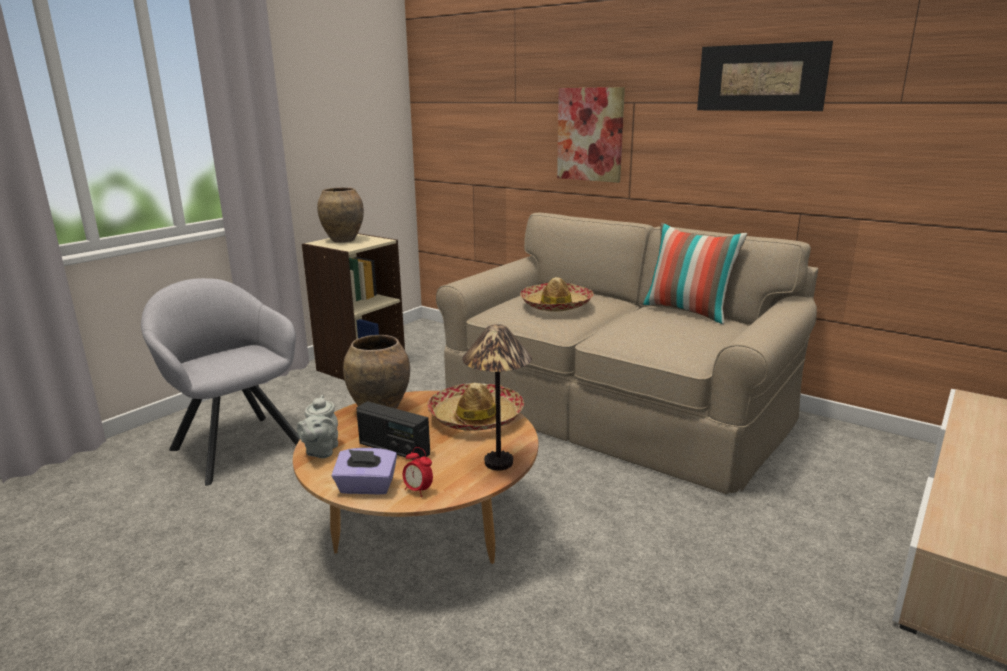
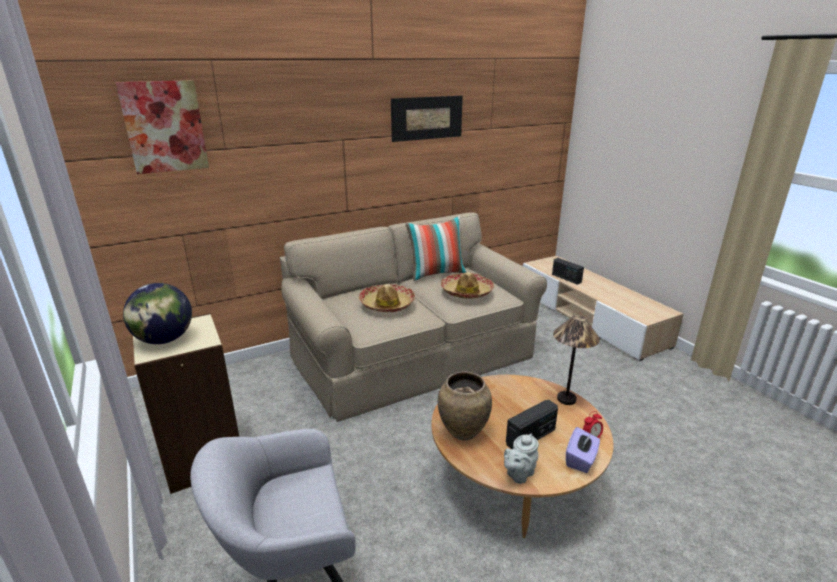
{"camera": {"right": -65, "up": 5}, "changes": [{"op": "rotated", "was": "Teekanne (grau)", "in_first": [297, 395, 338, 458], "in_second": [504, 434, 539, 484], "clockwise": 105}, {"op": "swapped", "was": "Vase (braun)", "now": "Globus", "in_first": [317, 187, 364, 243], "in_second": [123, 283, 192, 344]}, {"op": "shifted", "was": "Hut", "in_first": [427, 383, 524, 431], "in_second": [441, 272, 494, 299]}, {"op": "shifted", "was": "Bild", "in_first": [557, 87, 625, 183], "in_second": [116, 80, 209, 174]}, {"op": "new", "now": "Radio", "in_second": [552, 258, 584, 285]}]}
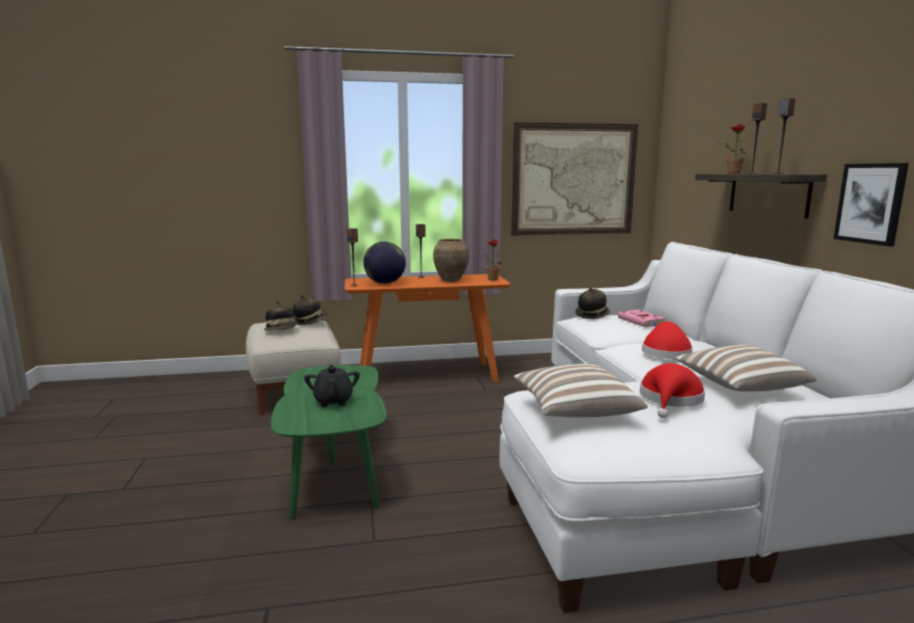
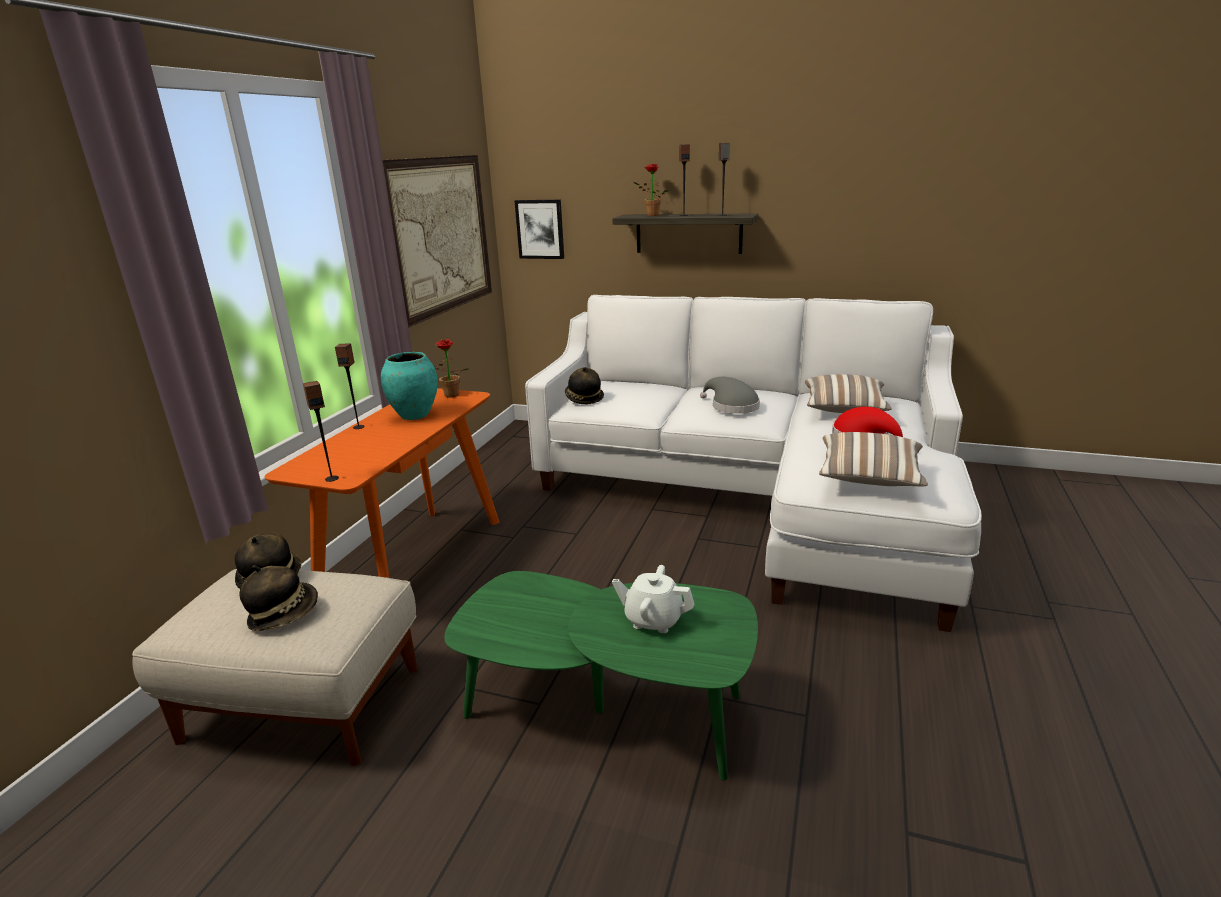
{"camera": {"right": -60, "up": 10}, "changes": [{"op": "repainted", "was": "Teekanne (schwarz)", "now": "Teekanne (weiß)", "in_first": [304, 365, 360, 407], "in_second": [612, 565, 694, 633]}, {"op": "gone", "was": "Globus", "in_first": [363, 241, 406, 284]}, {"op": "repainted", "was": "Vase (braun)", "now": "Vase (türkis)", "in_first": [433, 239, 469, 282], "in_second": [381, 352, 438, 420]}, {"op": "gone", "was": "Buch (rosa)", "in_first": [618, 310, 666, 327]}, {"op": "repainted", "was": "Hut (rot)", "now": "Hut (grau)", "in_first": [642, 321, 693, 359], "in_second": [700, 377, 760, 414]}, {"op": "shifted", "was": "Bild", "in_first": [833, 163, 909, 246], "in_second": [515, 200, 564, 259]}]}
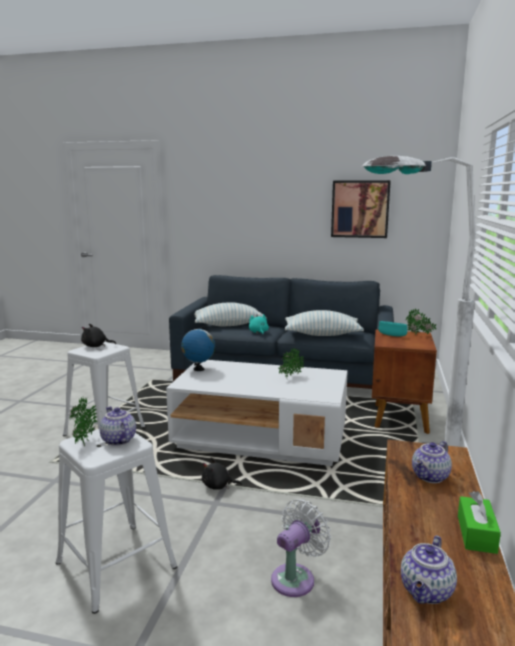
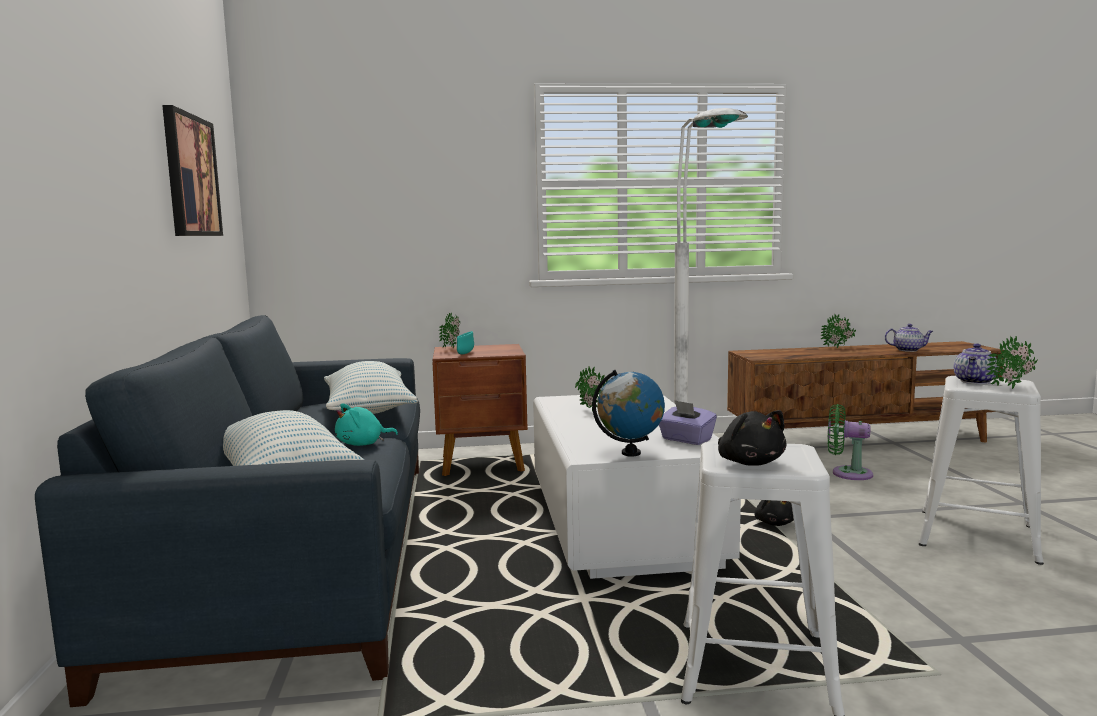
{"camera": {"right": -110, "up": -5}, "changes": [{"op": "repainted", "was": "Ventilator (weiß)", "now": "Ventilator (grün)", "in_first": [271, 499, 331, 597], "in_second": [828, 404, 873, 480]}, {"op": "gone", "was": "Teekanne", "in_first": [412, 441, 452, 483]}, {"op": "swapped", "was": "Taschentuchbox (grün)", "now": "Topfpflanze", "in_first": [458, 491, 501, 554], "in_second": [821, 314, 856, 348]}, {"op": "new", "now": "Taschentuchbox (lila)", "in_second": [659, 400, 717, 445]}]}
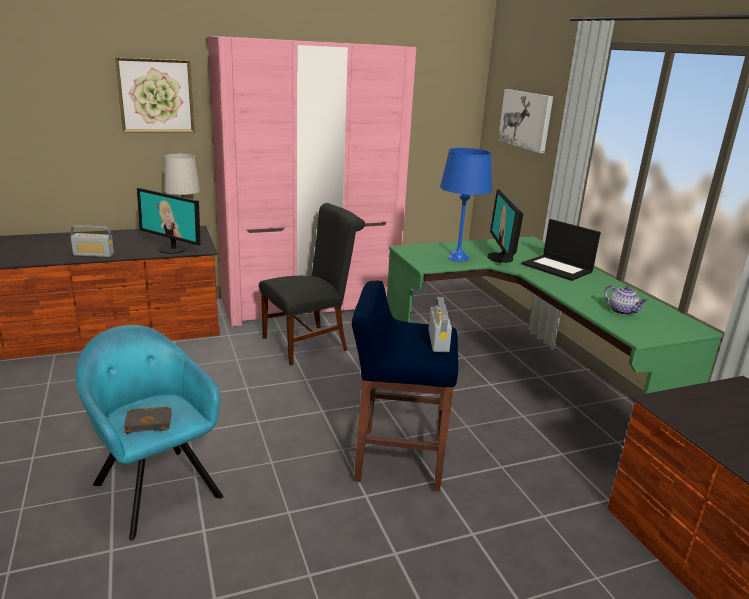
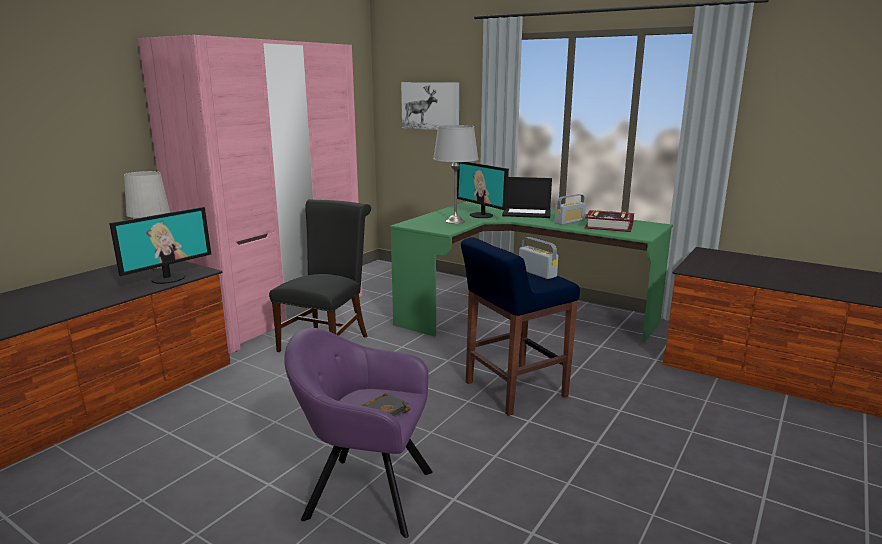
{"camera": {"right": -35, "up": -5}, "changes": [{"op": "shifted", "was": "Radio", "in_first": [71, 225, 114, 257], "in_second": [554, 194, 586, 225]}, {"op": "repainted", "was": "Sessel (türkis)", "now": "Sessel (lila)", "in_first": [76, 325, 223, 541], "in_second": [284, 328, 433, 538]}, {"op": "gone", "was": "Bild", "in_first": [115, 58, 194, 132]}, {"op": "rotated", "was": "Monitor", "in_first": [137, 188, 201, 254], "in_second": [109, 207, 211, 284], "clockwise": -45}, {"op": "repainted", "was": "Tischlampe (blau)", "now": "Tischlampe (grau)", "in_first": [440, 148, 492, 261], "in_second": [433, 125, 478, 224]}, {"op": "swapped", "was": "Teekanne", "now": "Buch", "in_first": [604, 285, 648, 315], "in_second": [584, 210, 634, 232]}]}
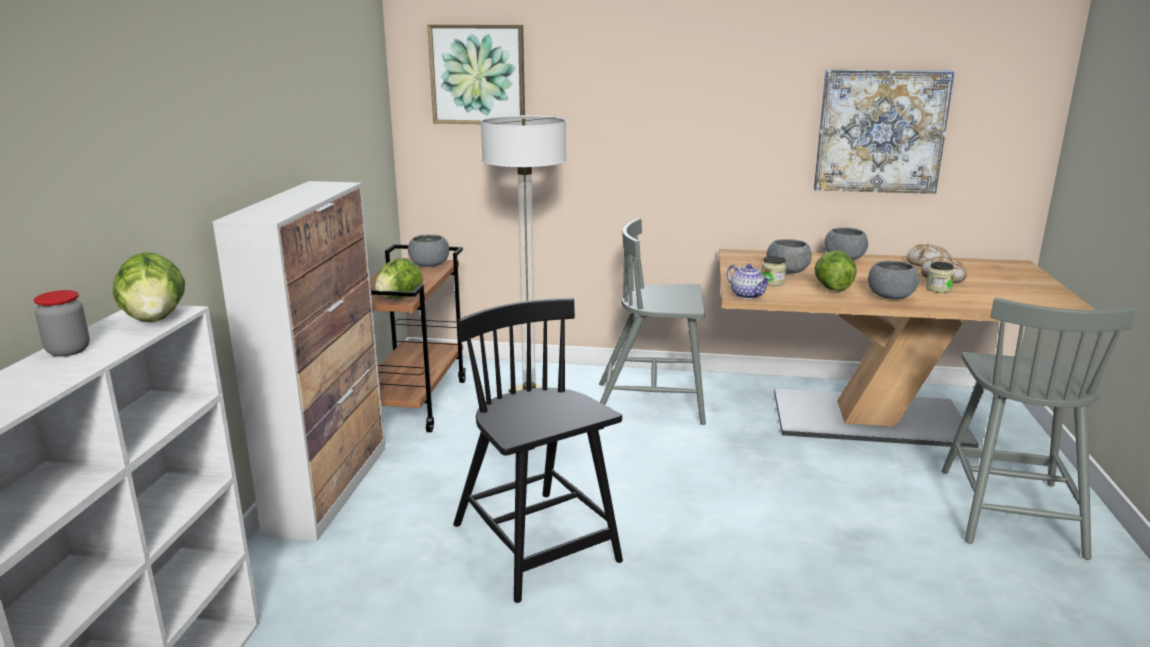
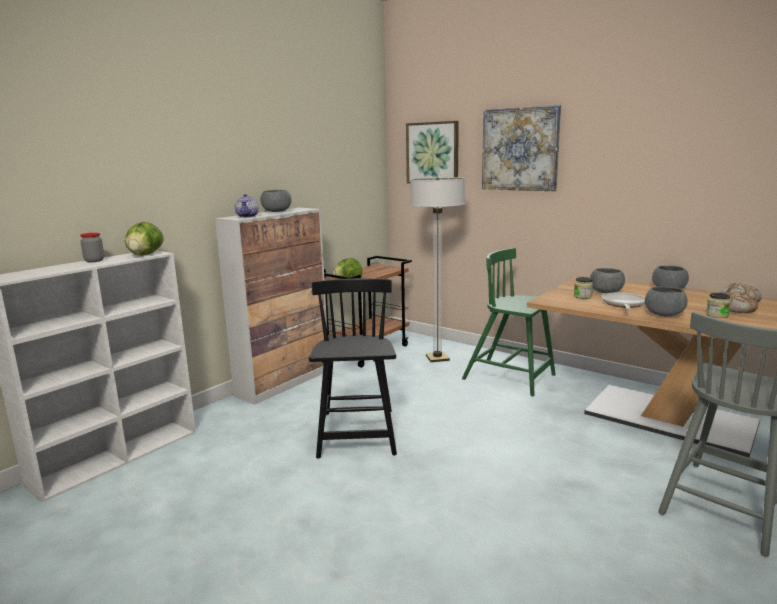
{"camera": {"right": 30, "up": -5}, "changes": [{"op": "shifted", "was": "Schüssel (grau)", "in_first": [408, 235, 449, 267], "in_second": [260, 190, 292, 212]}, {"op": "repainted", "was": "Stuhl (grau)", "now": "Stuhl (grün)", "in_first": [599, 219, 706, 425], "in_second": [462, 248, 556, 396]}, {"op": "shifted", "was": "Teekanne", "in_first": [727, 264, 771, 299], "in_second": [235, 194, 259, 218]}, {"op": "shifted", "was": "Bild", "in_first": [814, 69, 955, 194], "in_second": [482, 105, 561, 191]}, {"op": "swapped", "was": "Salatkopf", "now": "Pfanne", "in_first": [814, 250, 857, 292], "in_second": [602, 292, 645, 309]}]}
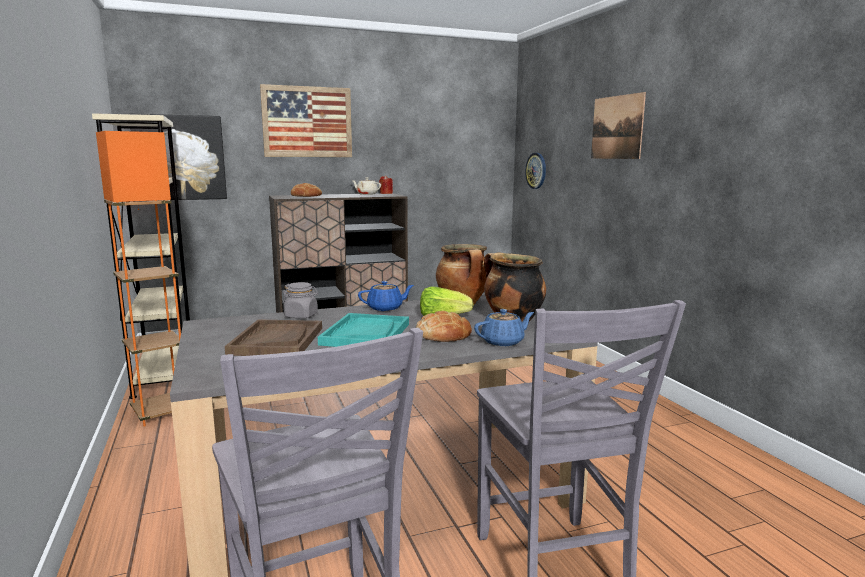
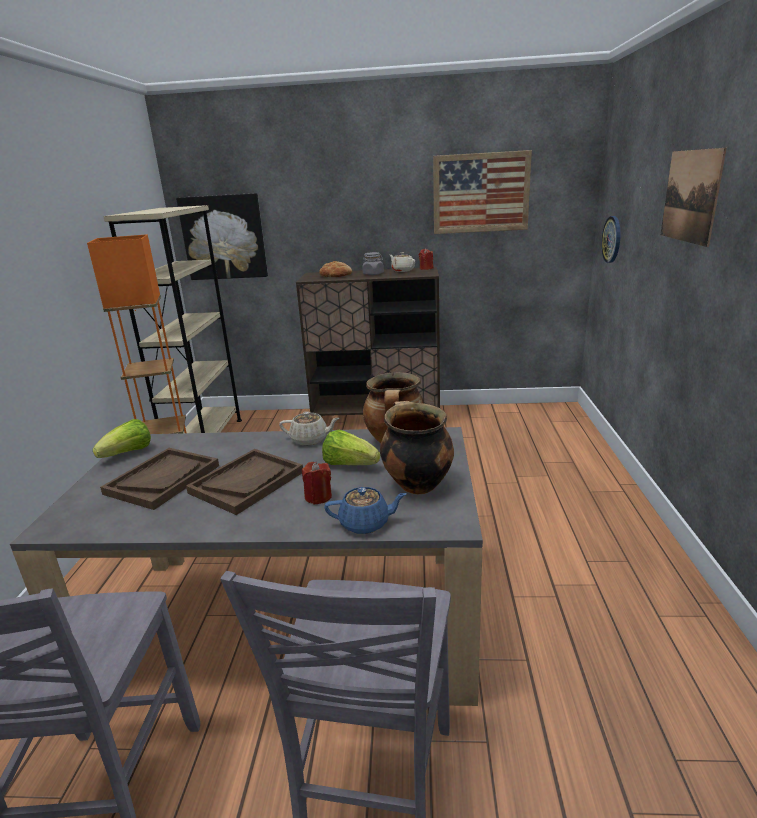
{"camera": {"right": 25, "up": 10}, "changes": [{"op": "shifted", "was": "Bild", "in_first": [260, 84, 352, 157], "in_second": [433, 150, 532, 234]}, {"op": "shifted", "was": "Vorratsglas (grau)", "in_first": [283, 282, 318, 318], "in_second": [362, 252, 384, 275]}, {"op": "repainted", "was": "Tablett (türkis)", "now": "Tablett (braun)", "in_first": [318, 313, 409, 347], "in_second": [186, 449, 303, 515]}, {"op": "repainted", "was": "Teekanne (blau)", "now": "Teekanne (beige)", "in_first": [358, 281, 414, 311], "in_second": [279, 411, 340, 446]}, {"op": "swapped", "was": "Brot", "now": "Kerze (rot)", "in_first": [416, 311, 472, 342], "in_second": [302, 462, 332, 504]}, {"op": "new", "now": "Salatkopf", "in_second": [92, 419, 151, 458]}]}
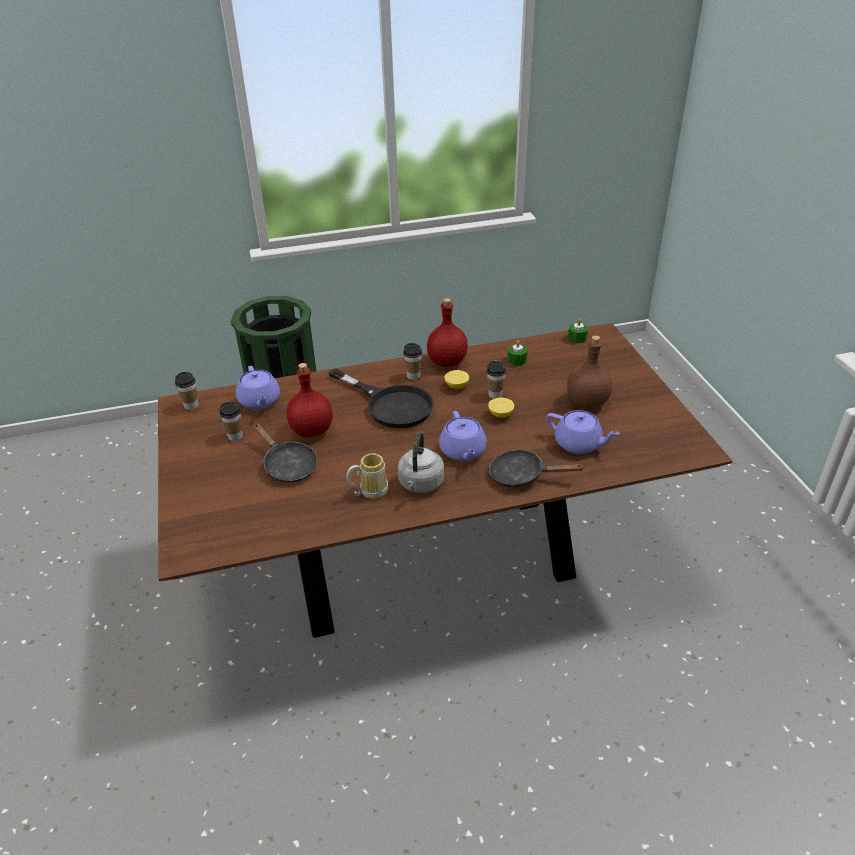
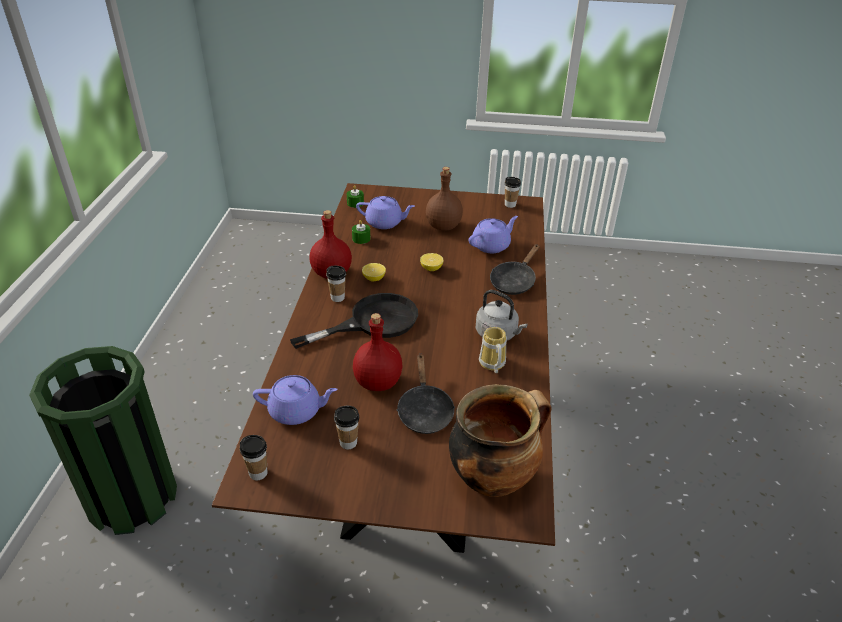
{"camera": {"right": -70, "up": 0}, "changes": [{"op": "rotated", "was": "Pfanne (schwarz)", "in_first": [253, 423, 317, 483], "in_second": [396, 353, 455, 434], "clockwise": 105}, {"op": "shifted", "was": "Teekanne (lila)", "in_first": [439, 411, 487, 461], "in_second": [356, 196, 415, 229]}, {"op": "shifted", "was": "Tasse", "in_first": [486, 361, 506, 399], "in_second": [504, 177, 521, 208]}, {"op": "new", "now": "Kochtopf", "in_second": [449, 384, 552, 497]}]}
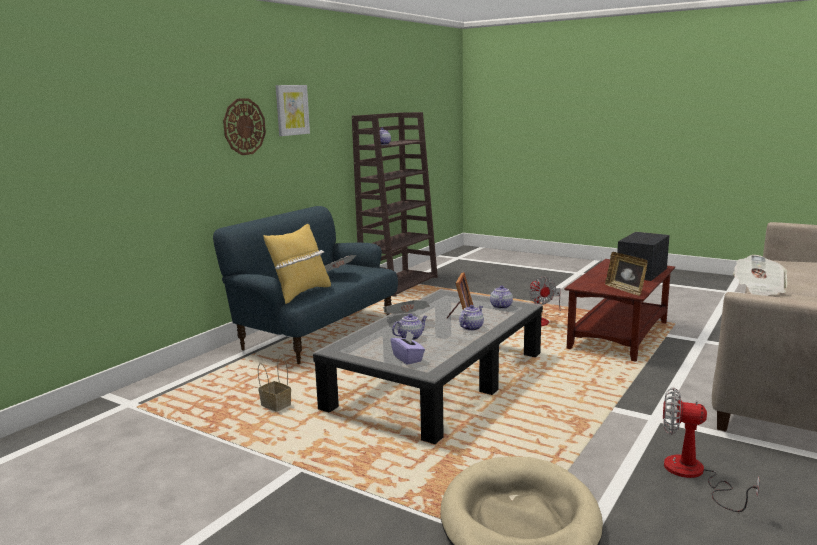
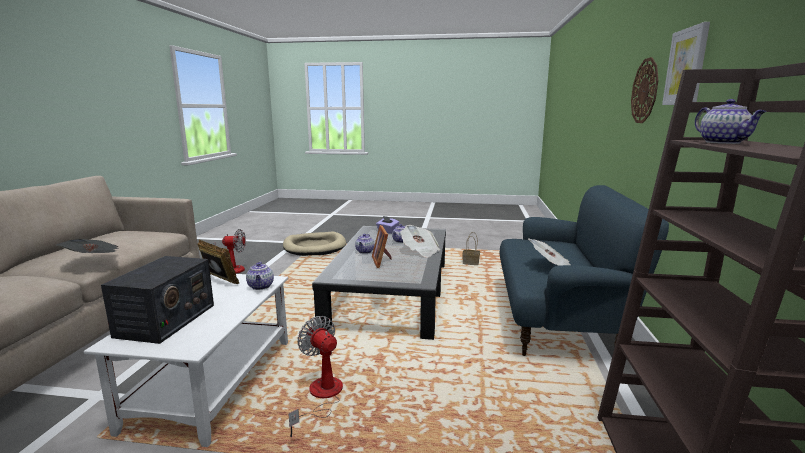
{"camera": {"right": 155, "up": 0}, "changes": [{"op": "gone", "was": "Kissen (gelb)", "in_first": [263, 224, 331, 304]}, {"op": "shifted", "was": "Teekanne", "in_first": [490, 285, 513, 309], "in_second": [246, 262, 274, 290]}, {"op": "repainted", "was": "Couchtisch (braun)", "now": "Couchtisch (weiß)", "in_first": [564, 259, 675, 362], "in_second": [84, 274, 288, 447]}]}
